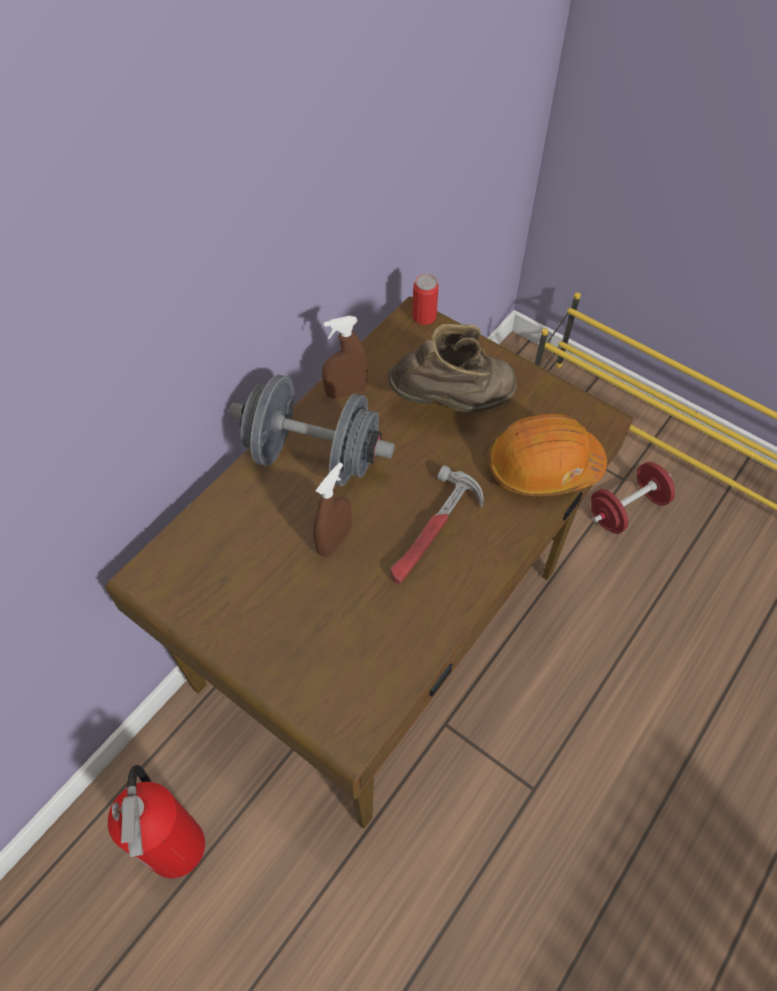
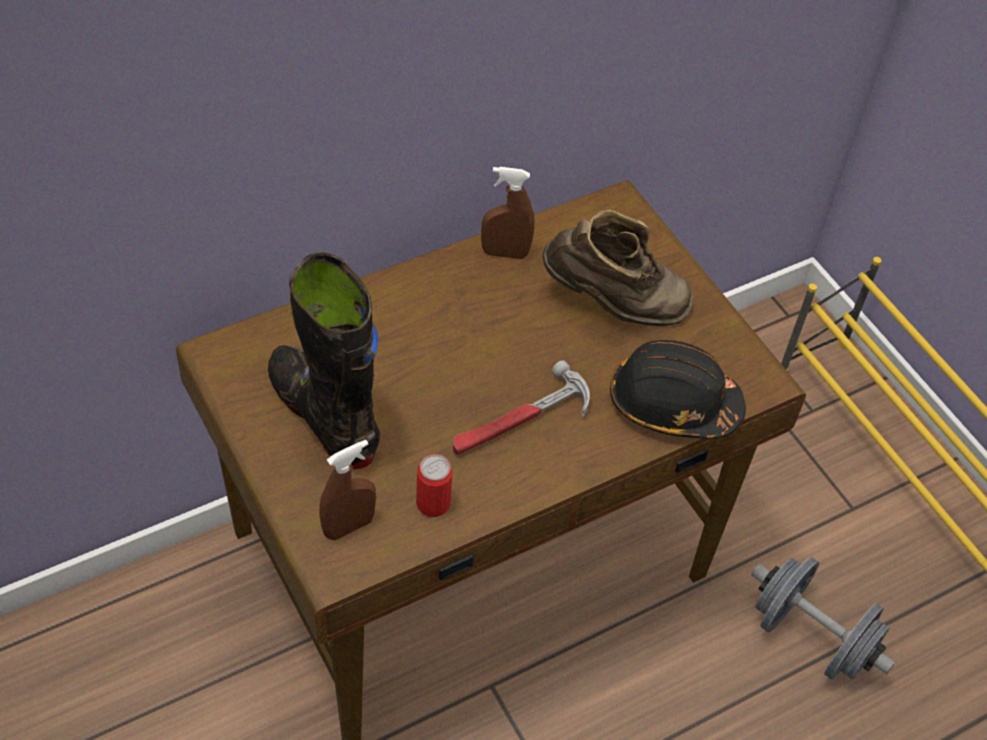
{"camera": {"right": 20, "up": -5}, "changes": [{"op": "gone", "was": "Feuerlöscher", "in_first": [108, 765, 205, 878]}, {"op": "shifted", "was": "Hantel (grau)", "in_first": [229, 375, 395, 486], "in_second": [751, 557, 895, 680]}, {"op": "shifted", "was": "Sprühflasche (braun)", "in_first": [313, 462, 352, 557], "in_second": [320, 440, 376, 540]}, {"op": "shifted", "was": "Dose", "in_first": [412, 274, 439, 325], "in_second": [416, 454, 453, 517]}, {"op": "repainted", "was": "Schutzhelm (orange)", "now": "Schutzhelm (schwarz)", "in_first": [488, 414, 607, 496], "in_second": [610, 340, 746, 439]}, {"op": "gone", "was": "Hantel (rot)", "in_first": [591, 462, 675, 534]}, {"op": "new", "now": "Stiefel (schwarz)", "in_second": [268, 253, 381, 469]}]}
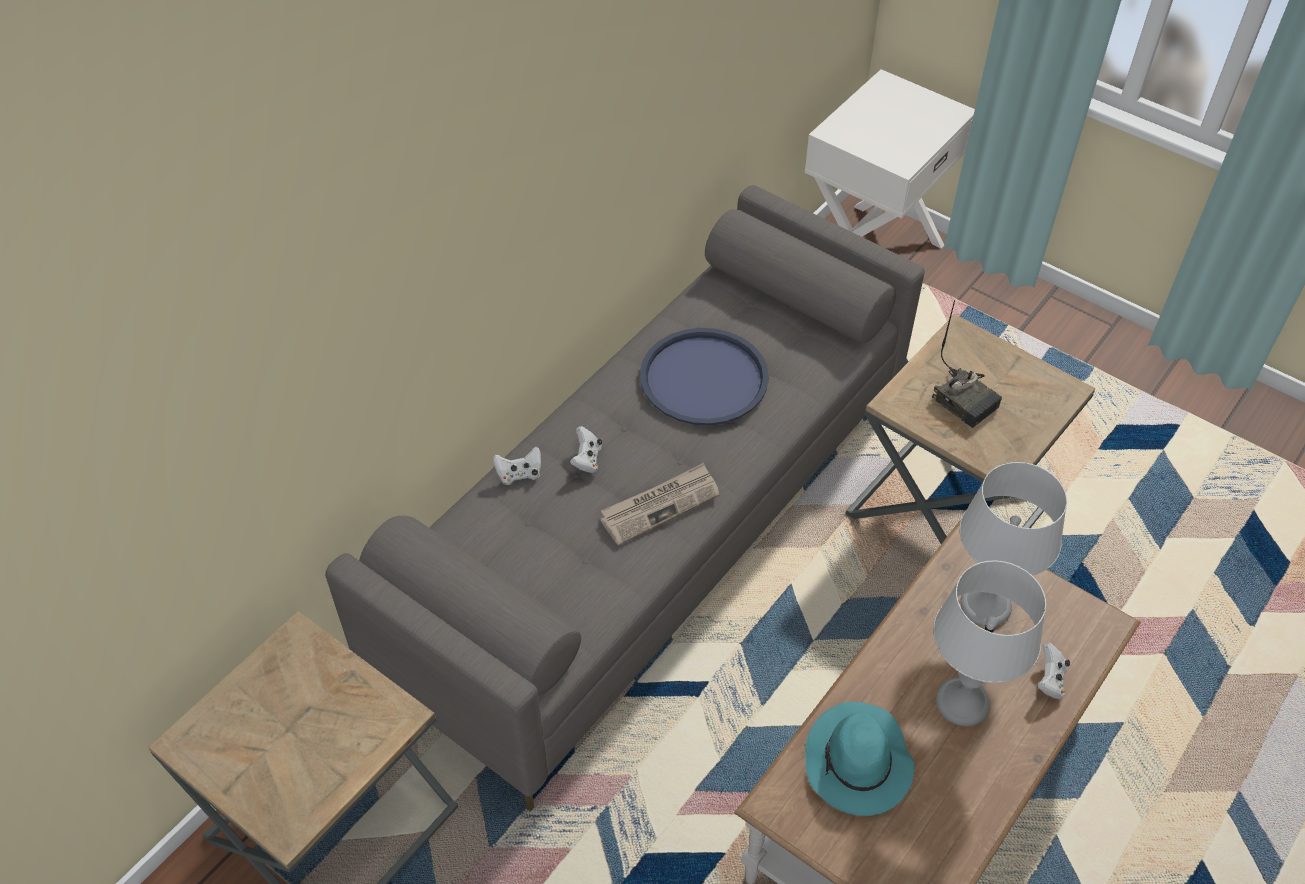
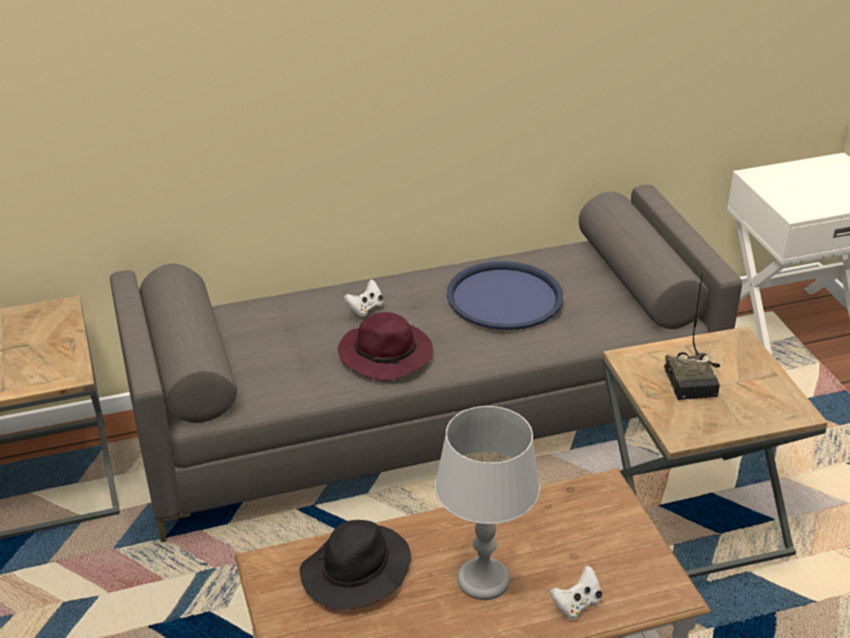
{"camera": {"right": 35, "up": -15}, "changes": [{"op": "gone", "was": "Gamepad (weiß)", "in_first": [493, 446, 541, 485]}, {"op": "swapped", "was": "Zeitung", "now": "Hut (lila)", "in_first": [600, 463, 720, 546], "in_second": [338, 312, 433, 381]}, {"op": "repainted", "was": "Hut (türkis)", "now": "Hut (schwarz)", "in_first": [805, 702, 915, 816], "in_second": [300, 520, 411, 610]}, {"op": "gone", "was": "Tischlampe (grau)", "in_first": [959, 462, 1067, 626]}]}
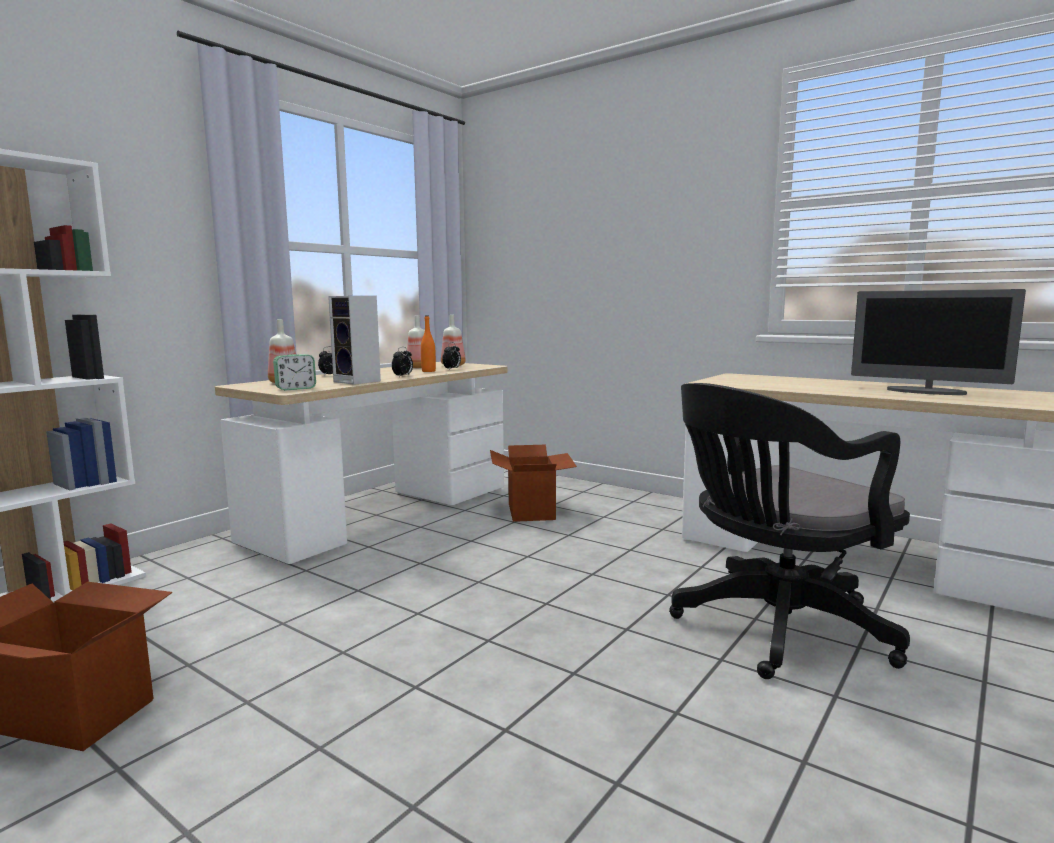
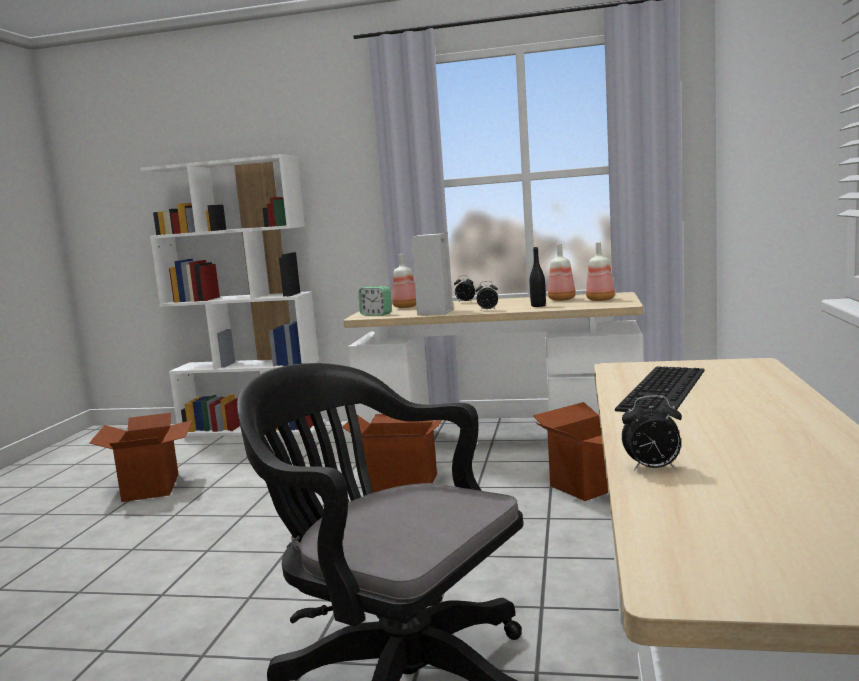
{"camera": {"right": 65, "up": 0}, "changes": [{"op": "repainted", "was": "Flasche (orange)", "now": "Flasche (schwarz)", "in_first": [421, 315, 436, 372], "in_second": [530, 247, 546, 307]}, {"op": "shifted", "was": "Wecker", "in_first": [442, 342, 461, 370], "in_second": [622, 395, 682, 471]}, {"op": "gone", "was": "Monitor", "in_first": [851, 289, 1026, 395]}, {"op": "new", "now": "Karton", "in_second": [342, 414, 442, 493]}, {"op": "new", "now": "Tastatur", "in_second": [615, 366, 705, 415]}]}
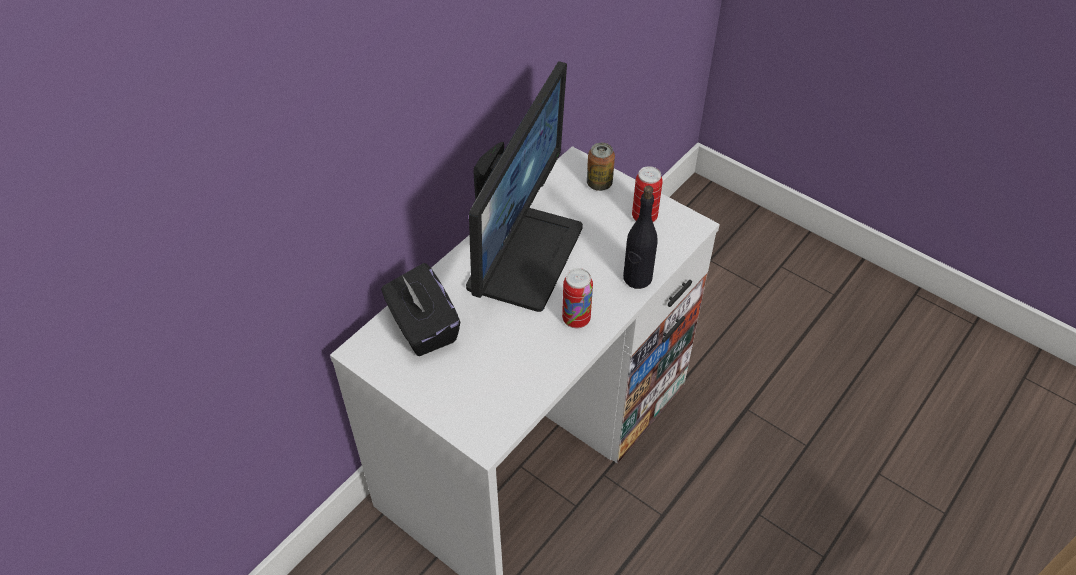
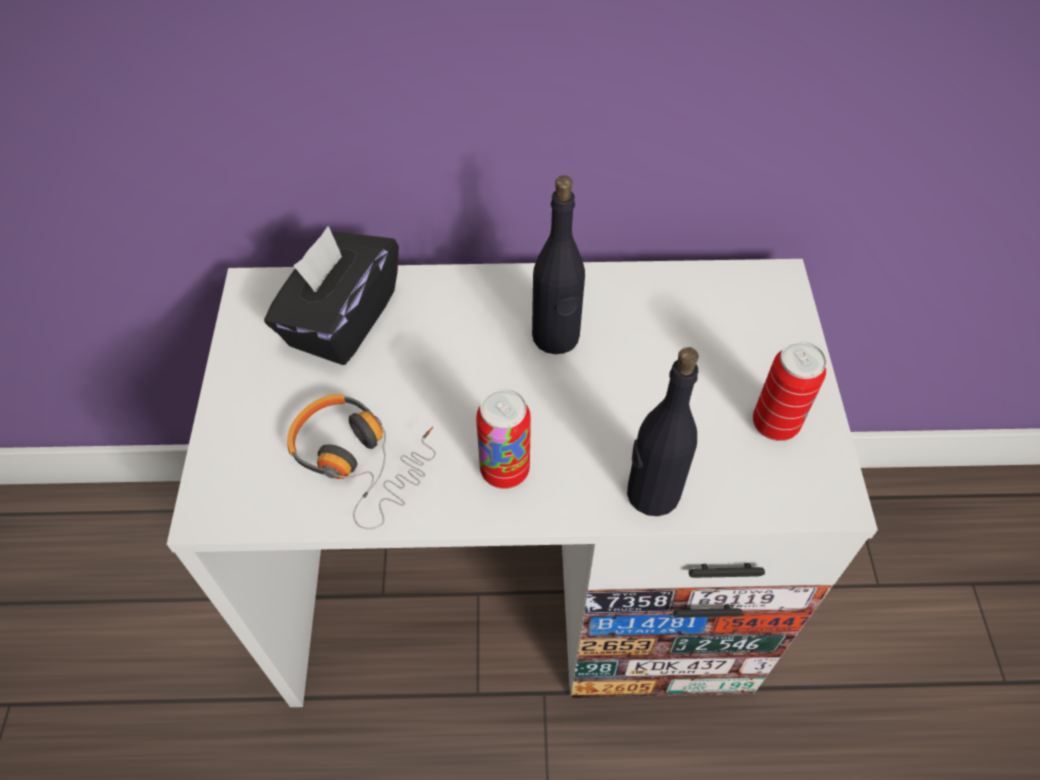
{"camera": {"right": 50, "up": 5}, "changes": [{"op": "swapped", "was": "Monitor", "now": "Flasche (schwarz)", "in_first": [466, 61, 583, 312], "in_second": [532, 175, 585, 354]}, {"op": "gone", "was": "Dose", "in_first": [587, 143, 615, 191]}, {"op": "new", "now": "Kopfhörer", "in_second": [287, 394, 436, 530]}]}
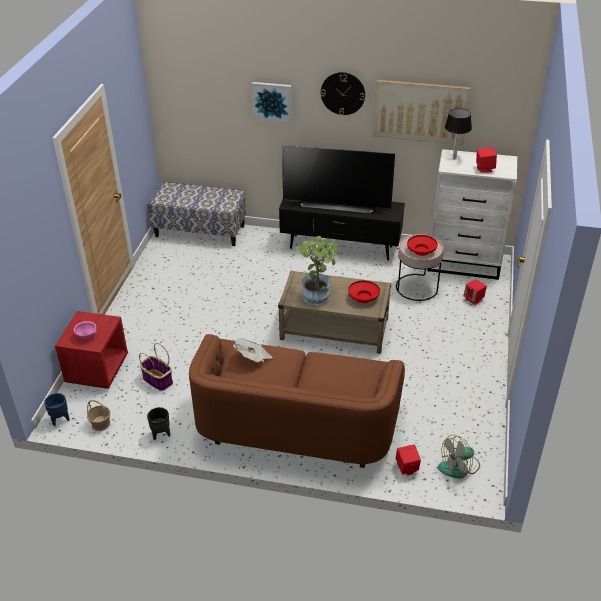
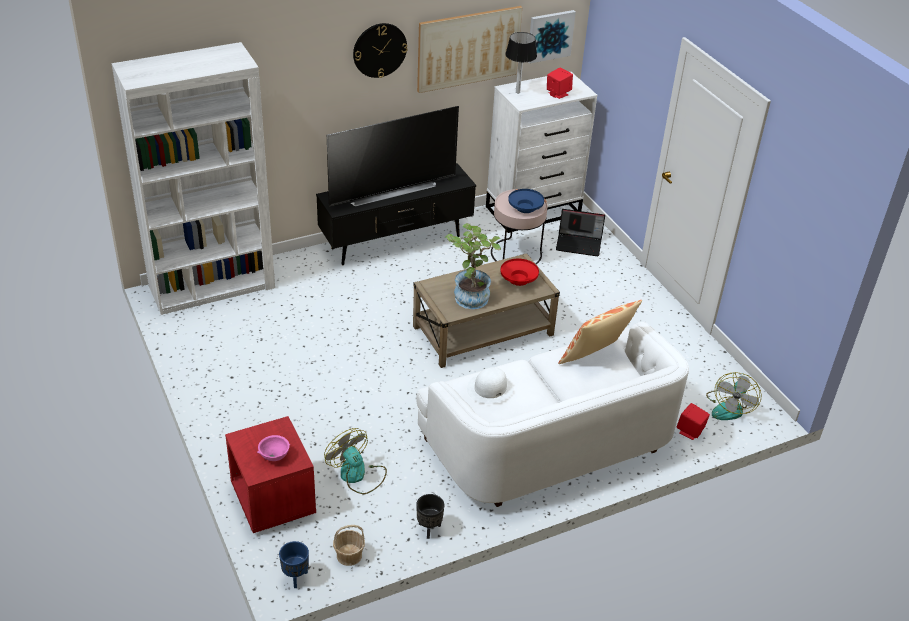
{"camera": {"right": -40, "up": 0}, "changes": [{"op": "swapped", "was": "Korb", "now": "Ventilator", "in_first": [139, 343, 173, 391], "in_second": [324, 428, 387, 494]}, {"op": "swapped", "was": "Bank", "now": "Bücherregal (weiß)", "in_first": [148, 182, 246, 246], "in_second": [112, 42, 275, 315]}, {"op": "repainted", "was": "Sofa (braun)", "now": "Sofa (weiß)", "in_first": [189, 334, 405, 468], "in_second": [416, 322, 689, 507]}, {"op": "swapped", "was": "Zeitung", "now": "Hut (weiß)", "in_first": [233, 338, 272, 362], "in_second": [467, 367, 514, 404]}, {"op": "shifted", "was": "Bild", "in_first": [252, 82, 292, 123], "in_second": [528, 10, 576, 64]}, {"op": "repainted", "was": "Schüssel (rot)", "now": "Schüssel (blau)", "in_first": [407, 235, 437, 256], "in_second": [509, 189, 544, 213]}, {"op": "swapped", "was": "Lautsprecher (rot)", "now": "Laptop", "in_first": [464, 279, 487, 305], "in_second": [556, 209, 605, 256]}, {"op": "new", "now": "Kissen", "in_second": [558, 300, 642, 364]}]}
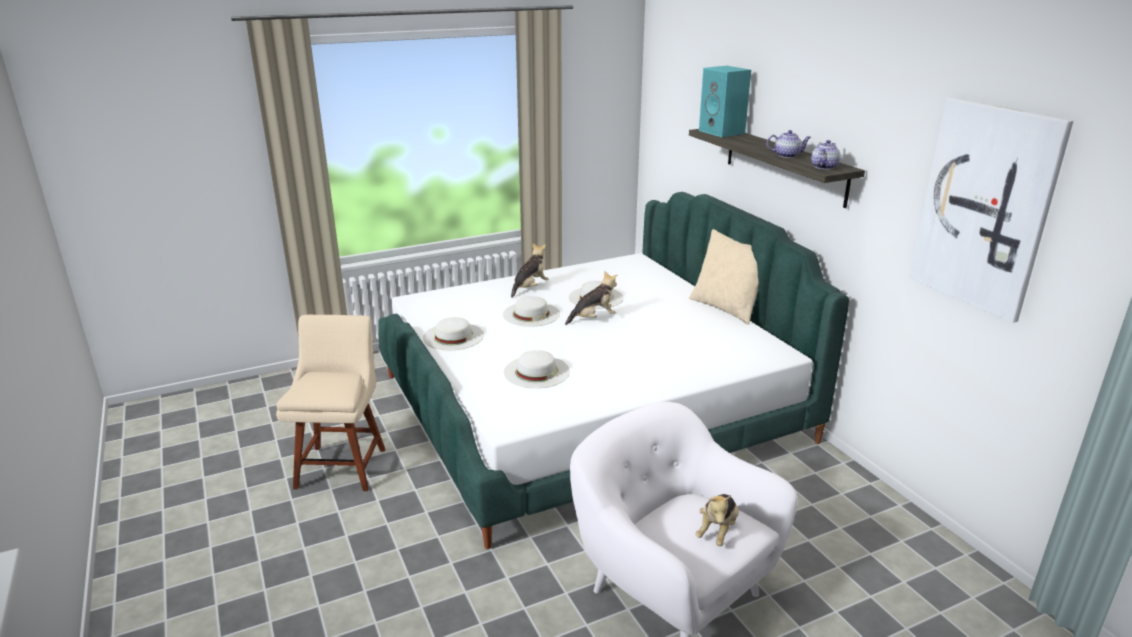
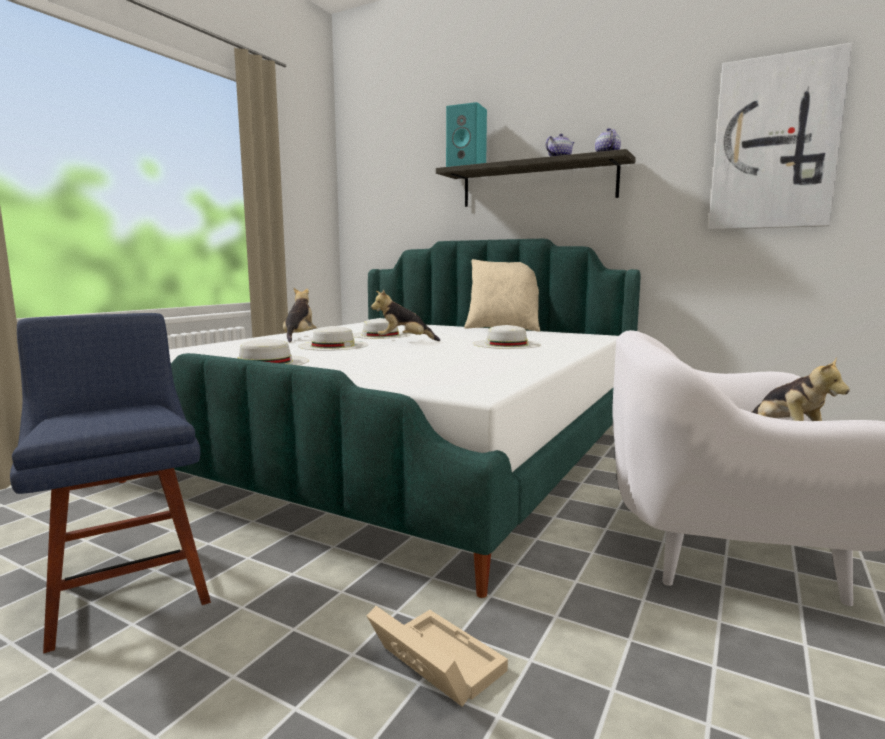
{"camera": {"right": -35, "up": -15}, "changes": [{"op": "repainted", "was": "Stuhl (beige)", "now": "Stuhl (blau)", "in_first": [276, 315, 385, 491], "in_second": [10, 313, 211, 653]}, {"op": "shifted", "was": "Hut (weiß)", "in_first": [504, 350, 570, 388], "in_second": [473, 325, 541, 349]}, {"op": "rotated", "was": "Plüschtier", "in_first": [565, 271, 617, 325], "in_second": [371, 290, 440, 341], "clockwise": -120}, {"op": "new", "now": "Aufbewahrungsbox (beige)", "in_second": [367, 606, 508, 707]}]}
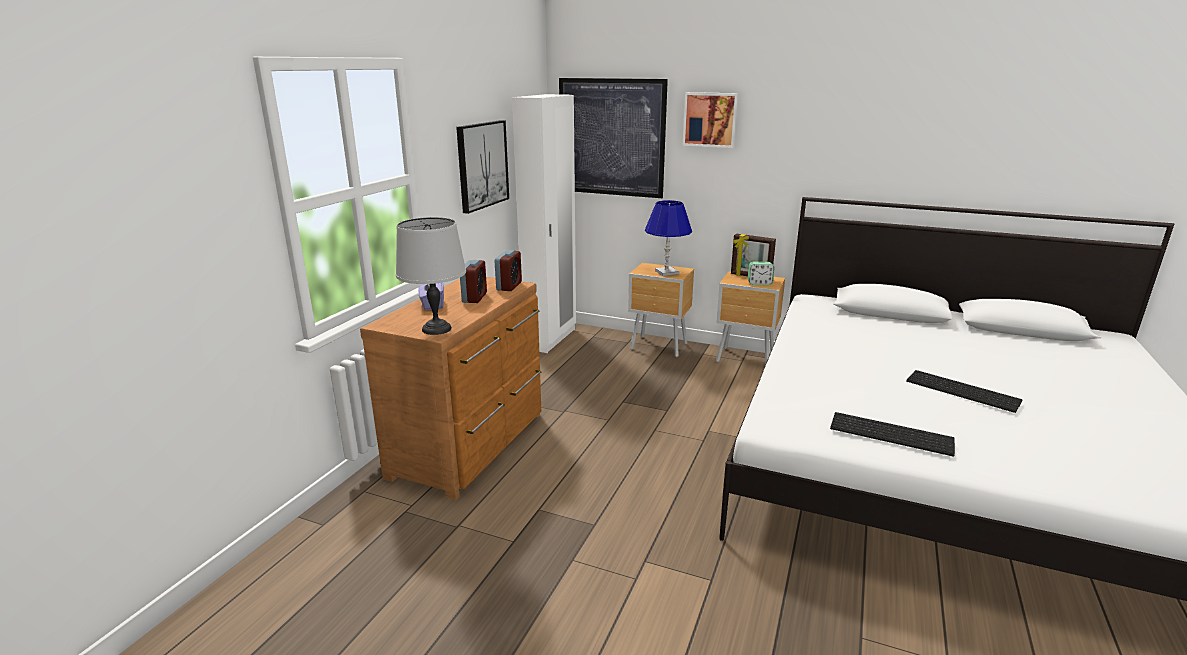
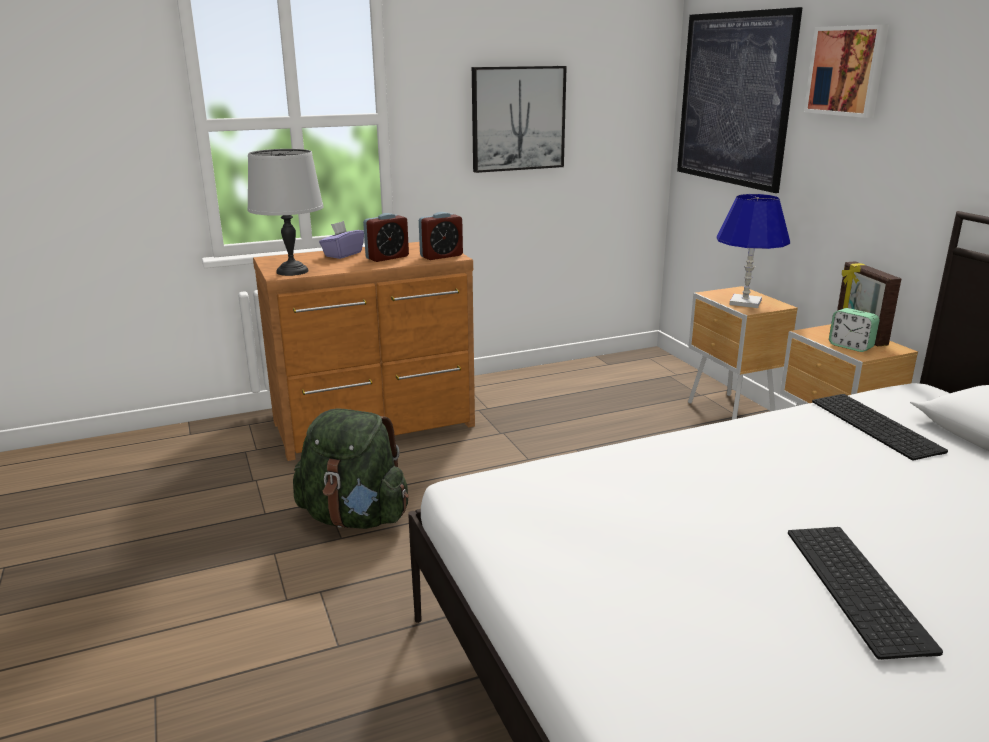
{"camera": {"right": 45, "up": 0}, "changes": [{"op": "gone", "was": "Kleiderschrank (weiß)", "in_first": [512, 94, 576, 353]}, {"op": "shifted", "was": "Tastatur", "in_first": [830, 412, 955, 456], "in_second": [812, 394, 948, 460]}, {"op": "new", "now": "Rucksack (grün)", "in_second": [293, 408, 409, 529]}]}
